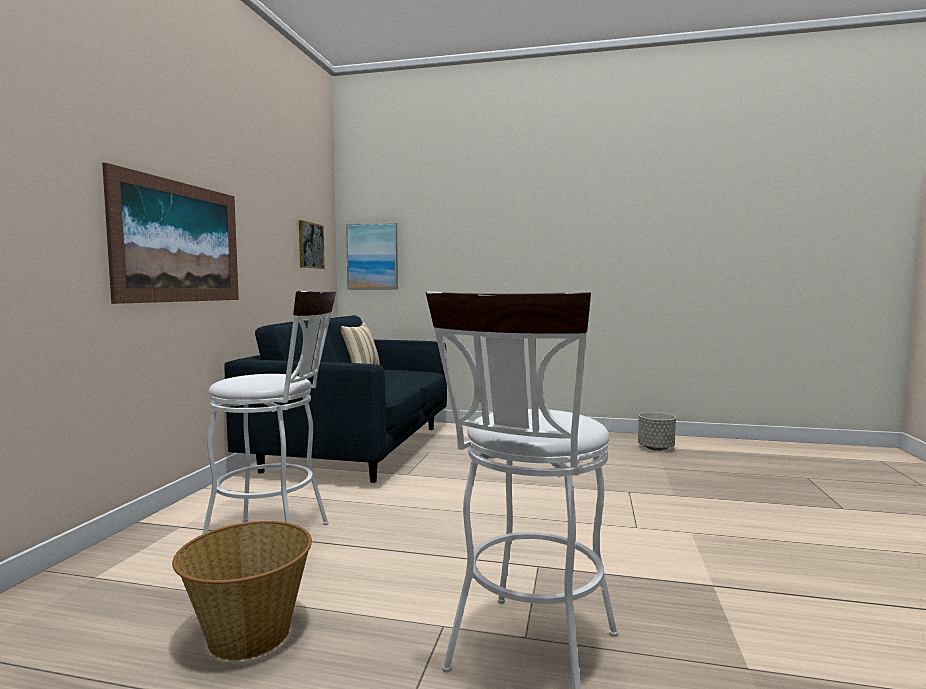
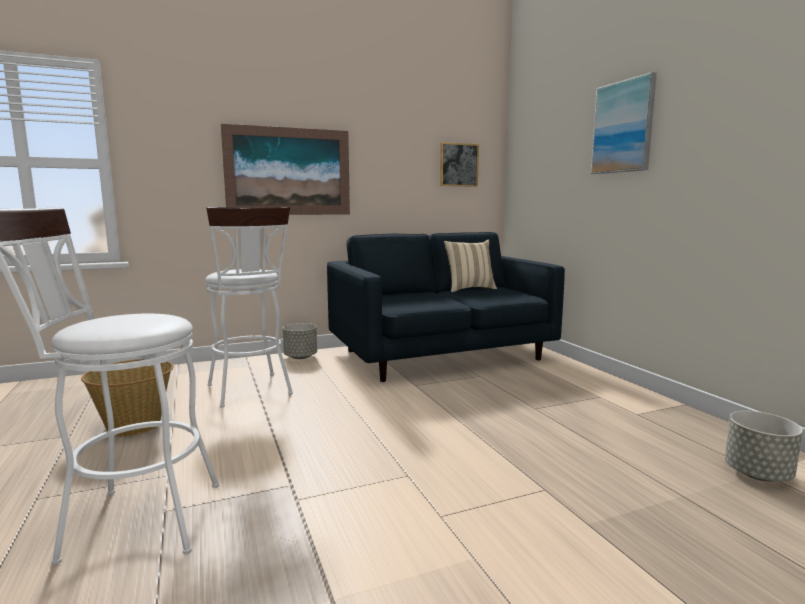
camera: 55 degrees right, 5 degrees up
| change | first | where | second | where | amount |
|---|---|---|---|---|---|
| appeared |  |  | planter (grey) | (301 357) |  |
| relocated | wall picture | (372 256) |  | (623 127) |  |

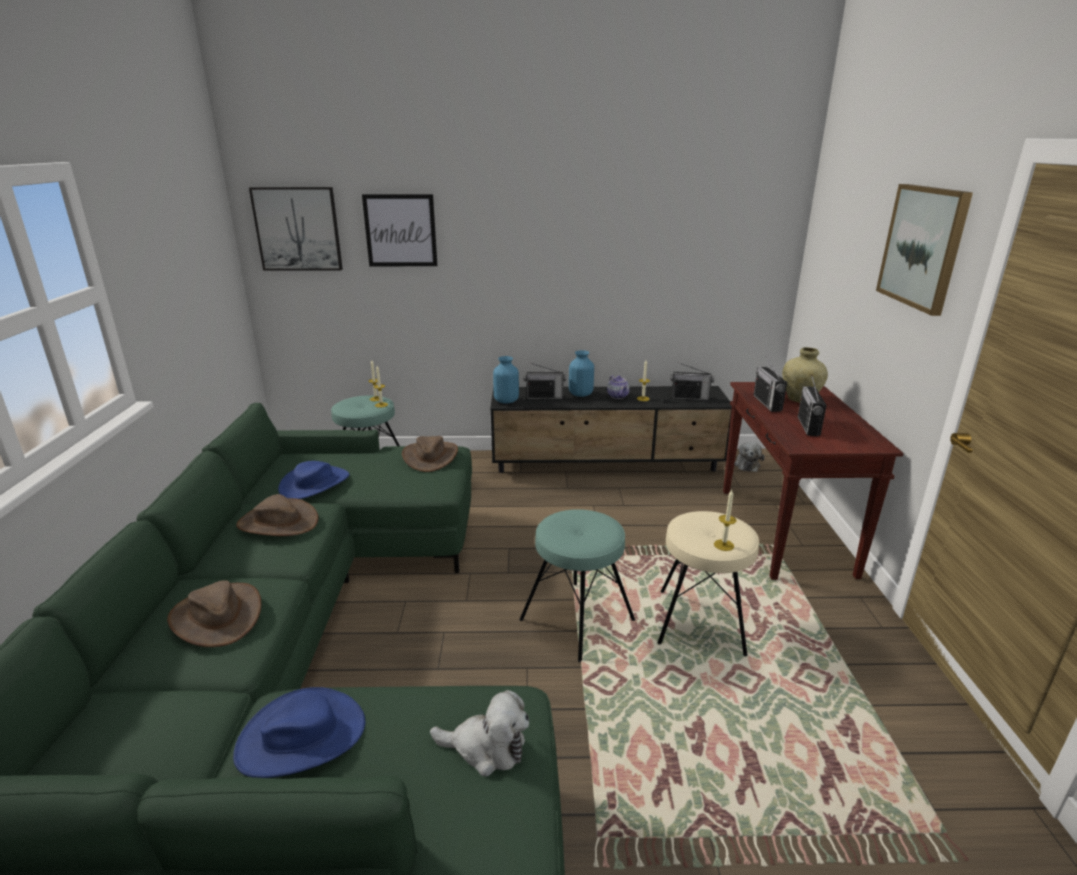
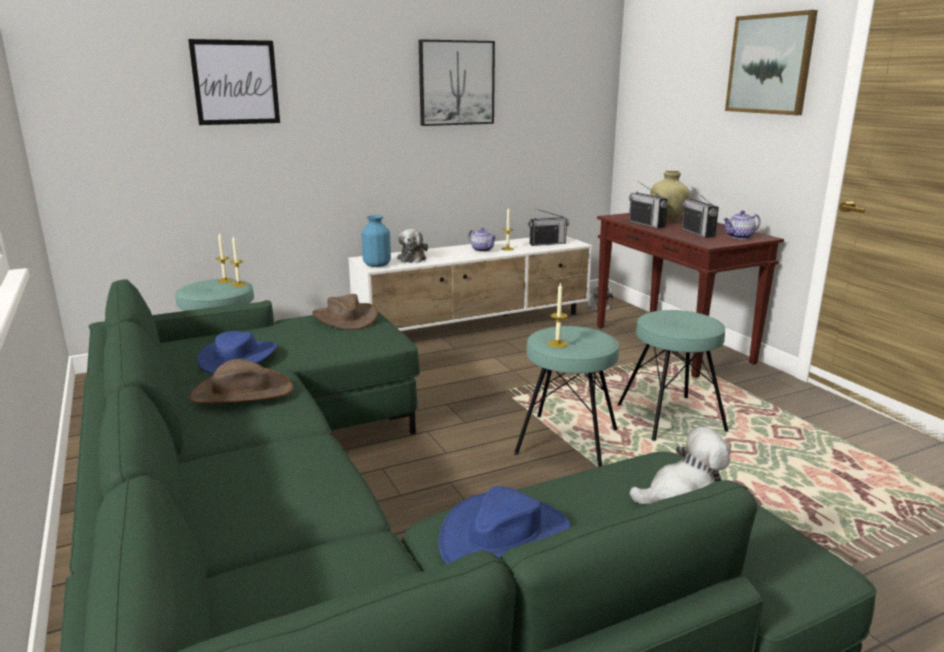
camera: 25 degrees left, 5 degrees down
| change | first | where | second | where | amount |
|---|---|---|---|---|---|
| colour | tv stand (blackish) | (607 465) | tv stand (white-coloured) | (476 325) |  |
| exchanged | radio receiver | (544 397) | cuddly toy | (412 258) |  |
| relocated | wall picture | (298 229) |  | (456 83) |  |
| relocated | wax candle | (723 545) |  | (557 344) |  |
| colour | stool (sand-coloured) | (701 622) | stool (turquoise) | (670 418) |  |
| appeared |  |  | pot for tea | (740 237) |  |
| missing | hat (brown-coloured) | (217 616) |  |  |  |
| missing | decorative vase (blue) | (580 394) |  |  |  |

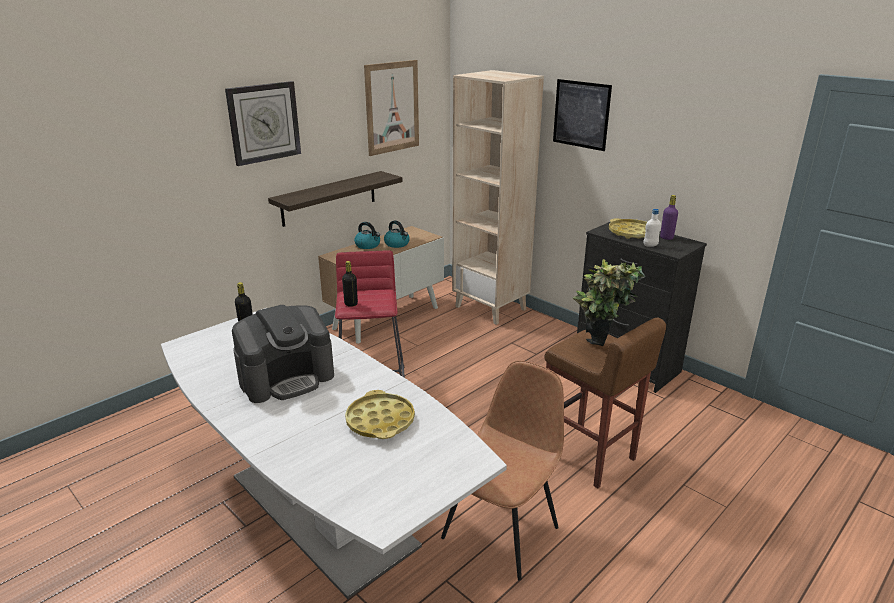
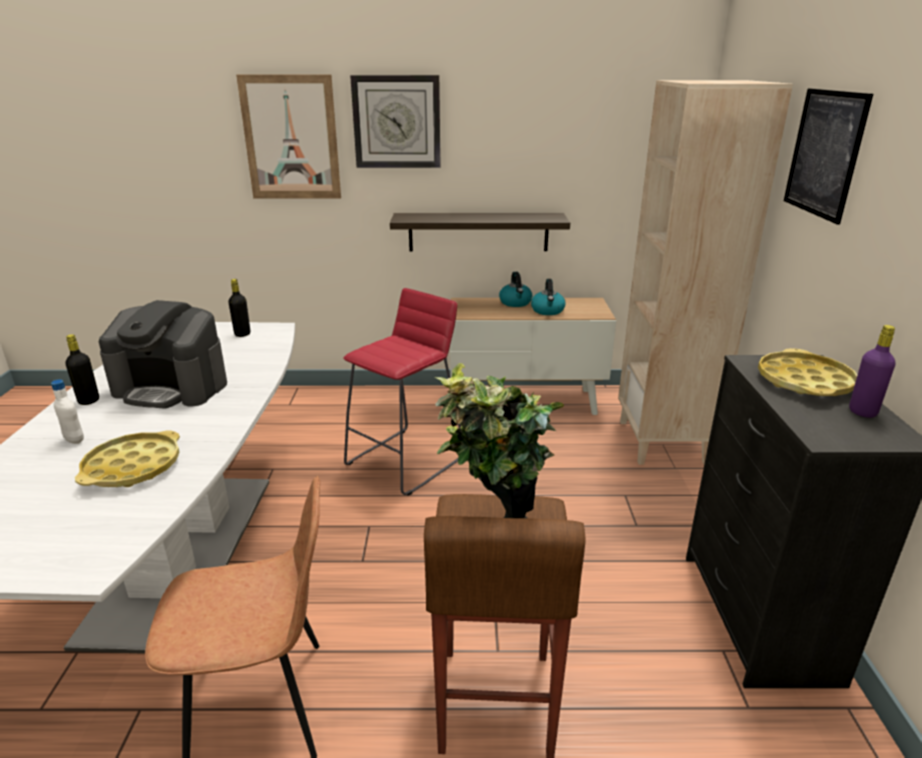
camera: 45 degrees right, 0 degrees up
| change | first | where | second | where | amount |
|---|---|---|---|---|---|
| relocated | beverage bottle (white-coloured) | (650 245) |  | (74 440) |  |
| relocated | beverage bottle (blackish) | (351 304) |  | (89 400) |  |
| relocated | wall picture | (392 107) |  | (291 138) |  |

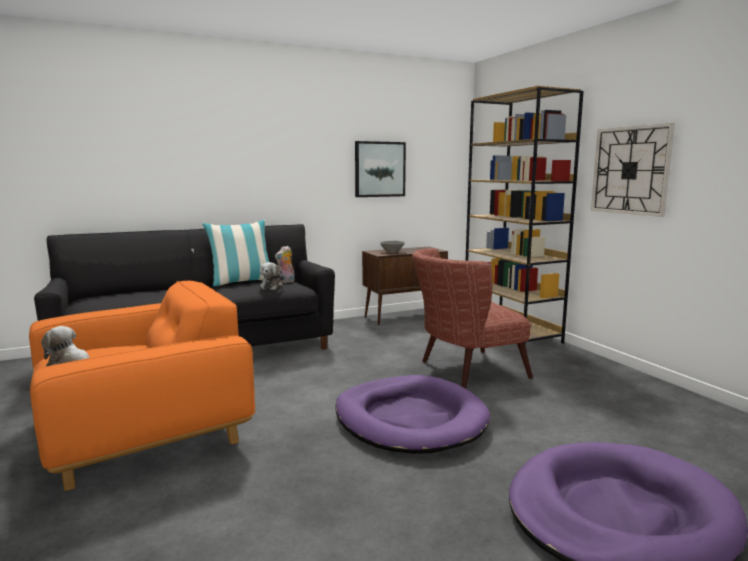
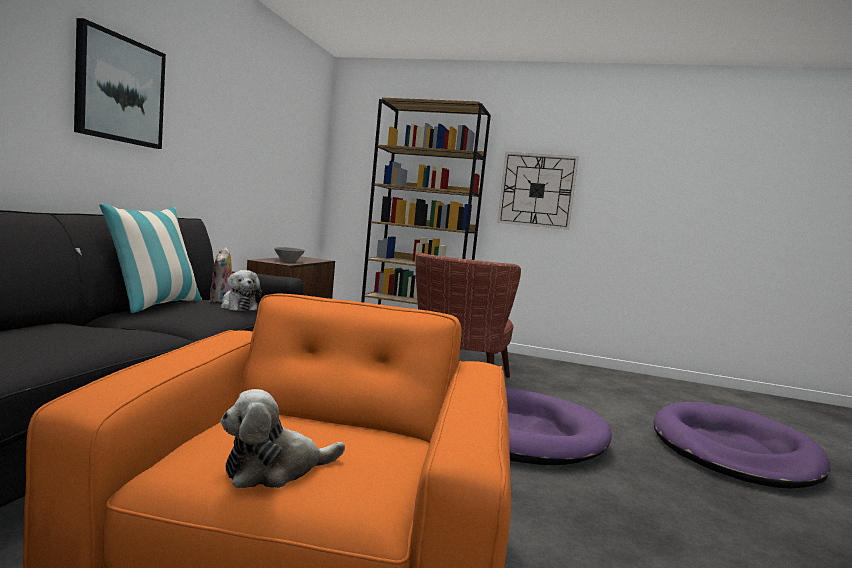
camera: 50 degrees left, 5 degrees down
| change | first | where | second | where | amount |
|---|---|---|---|---|---|
| relocated | wall picture | (379 169) |  | (120 89) |  |

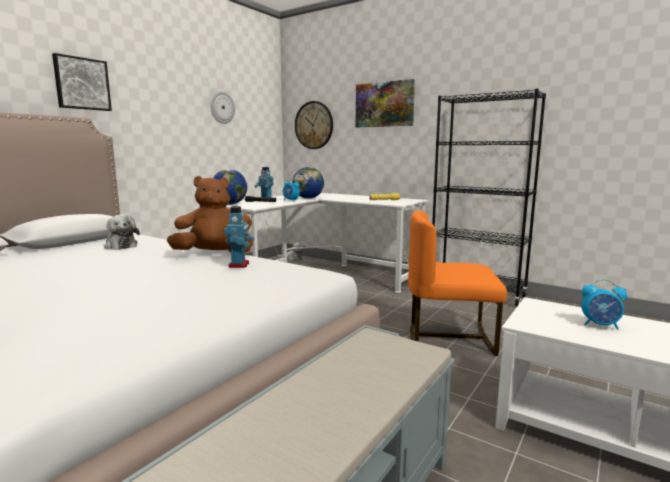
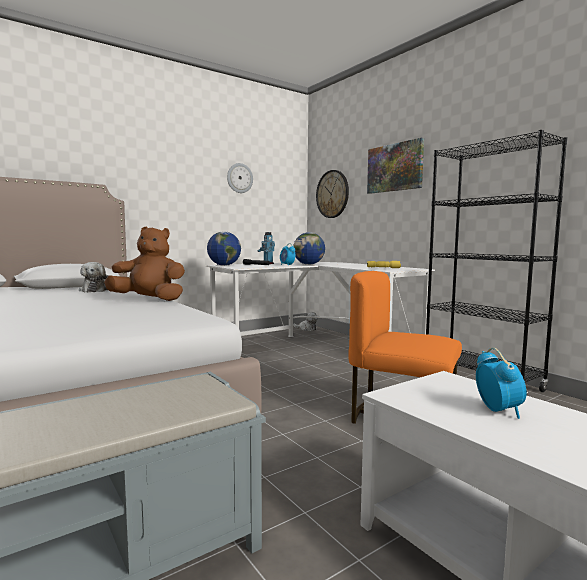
camera: 20 degrees right, 5 degrees down
| change | first | where | second | where | amount |
|---|---|---|---|---|---|
| spun | table clock | (600 325) |  | (498 410) | 135 degrees counterclockwise |
| missing | wall picture | (82 84) |  |  |  |
| missing | toy robot | (239 265) |  |  |  |

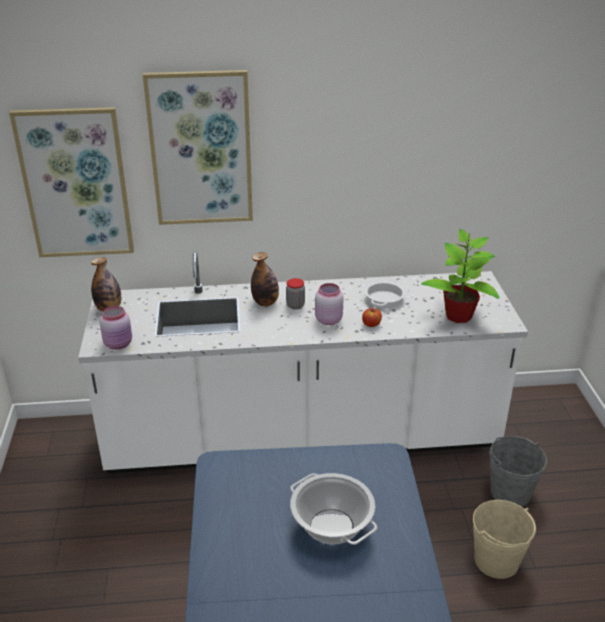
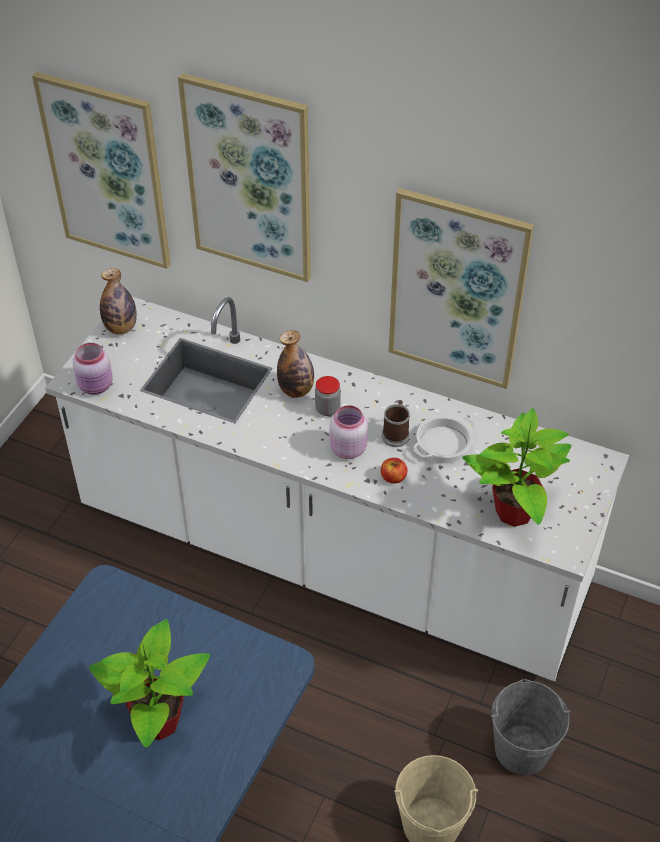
camera: 30 degrees right, 15 degrees up
| change | first | where | second | where | amount |
|---|---|---|---|---|---|
| exchanged | saucepot | (332 527) | plant in a pot | (159 720) |  |
| appeared |  |  | mug | (396 434) |  |
| appeared |  |  | wall picture | (457 290) |  |

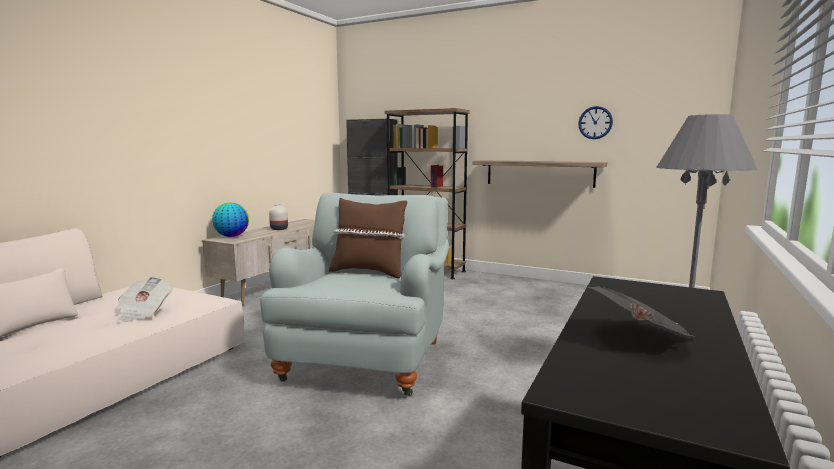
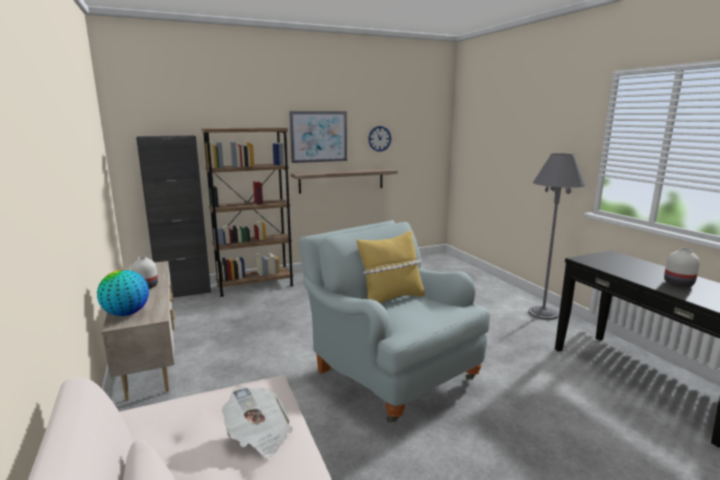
camera: 50 degrees left, 5 degrees up
| change | first | where | second | where | amount |
|---|---|---|---|---|---|
| appeared |  |  | wall picture | (319 136) |  |
| colour | cushion (brown-coloured) | (368 272) | cushion (yellowish) | (391 299) |  |
| exchanged | newspaper | (641 338) | decorative vase (white-coloured) | (677 283) |  |

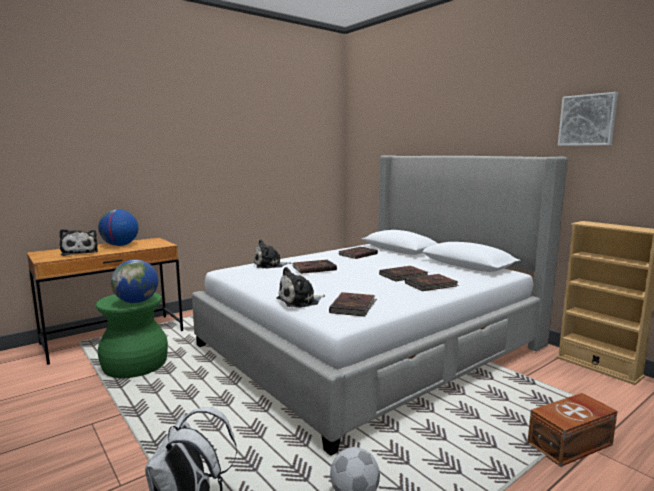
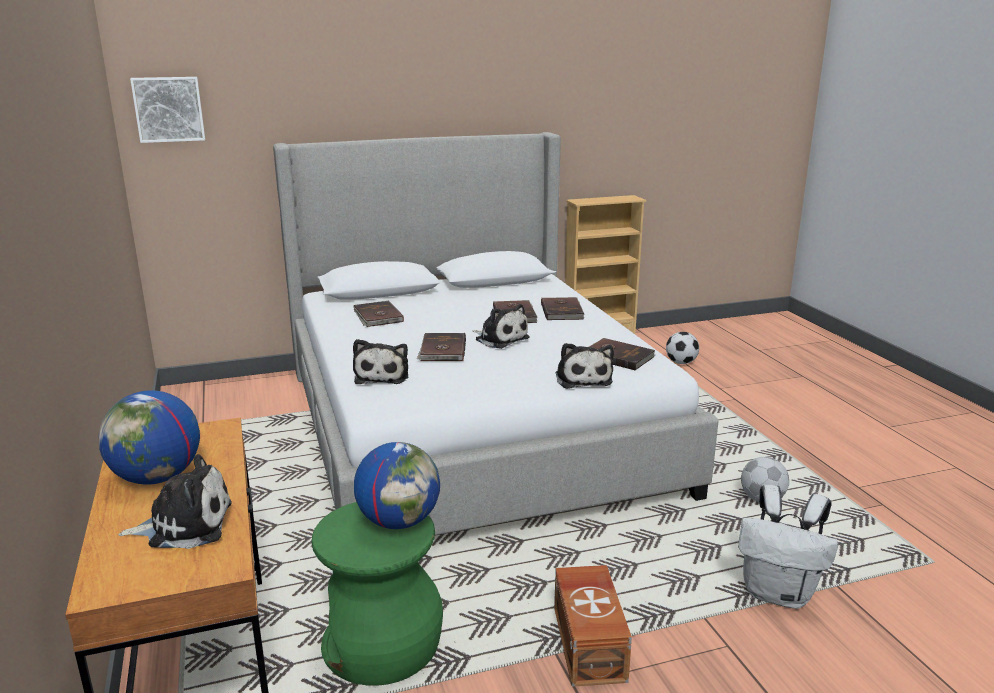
camera: 70 degrees left, 10 degrees up
| change | first | where | second | where | amount |
|---|---|---|---|---|---|
| relocated | wall picture | (587 120) |  | (169 109) |  |
| appeared |  |  | cuddly toy | (500 339) |  |
| relocated | storage container (brown-coloured) | (571 444) |  | (590 643) |  |
| appeared |  |  | football ball | (681 362) |  |

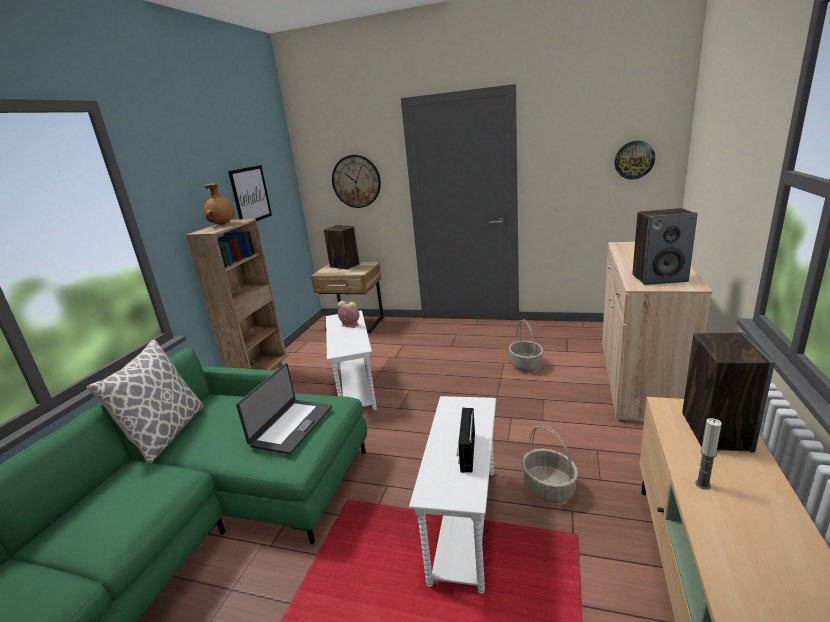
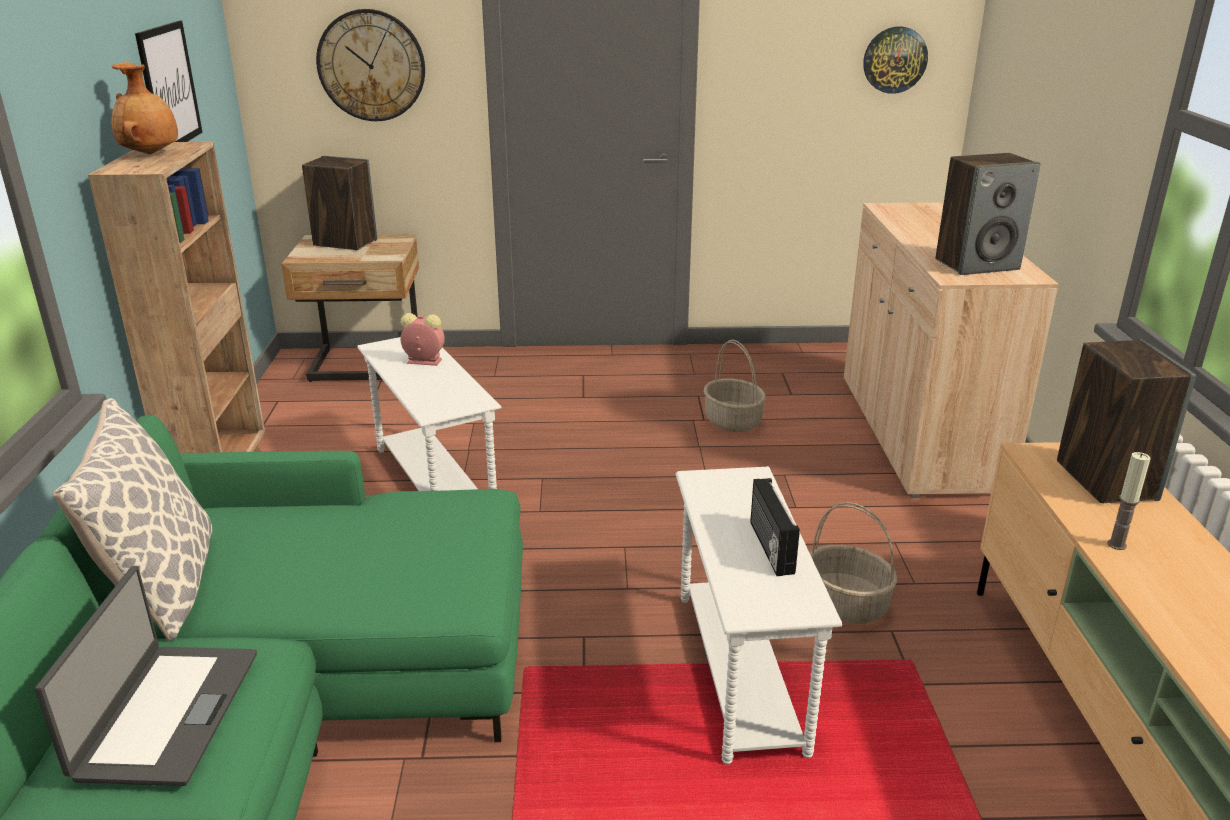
camera: 20 degrees left, 5 degrees up
| change | first | where | second | where | amount |
|---|---|---|---|---|---|
| relocated | laptop | (291 426) |  | (166 714) |  |

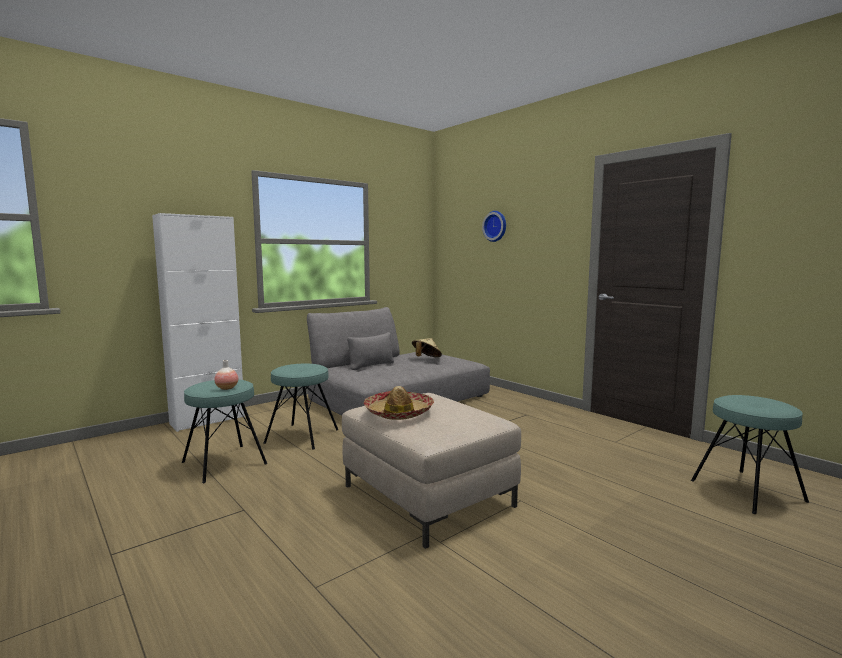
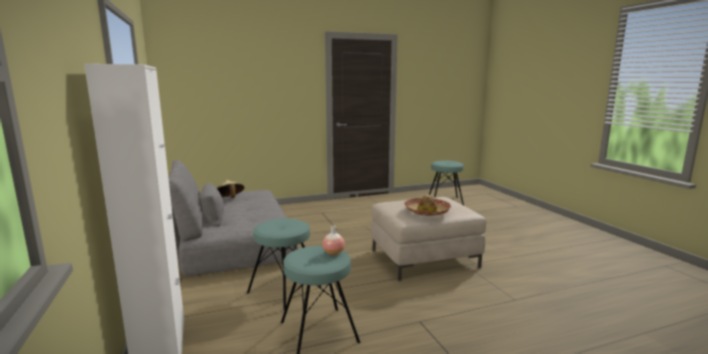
camera: 70 degrees left, 5 degrees up
| change | first | where | second | where | amount |
|---|---|---|---|---|---|
| missing | clock on the wall | (496 226) |  |  |  |

